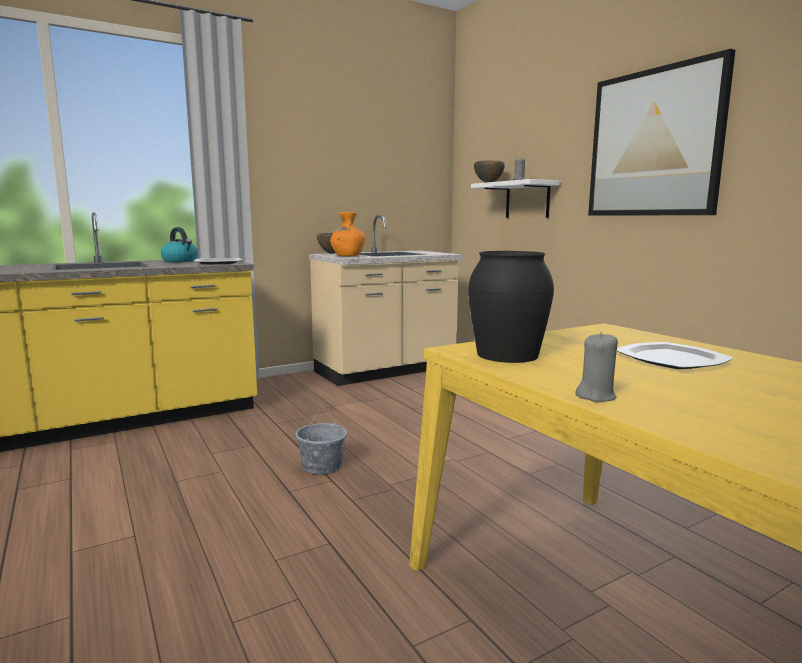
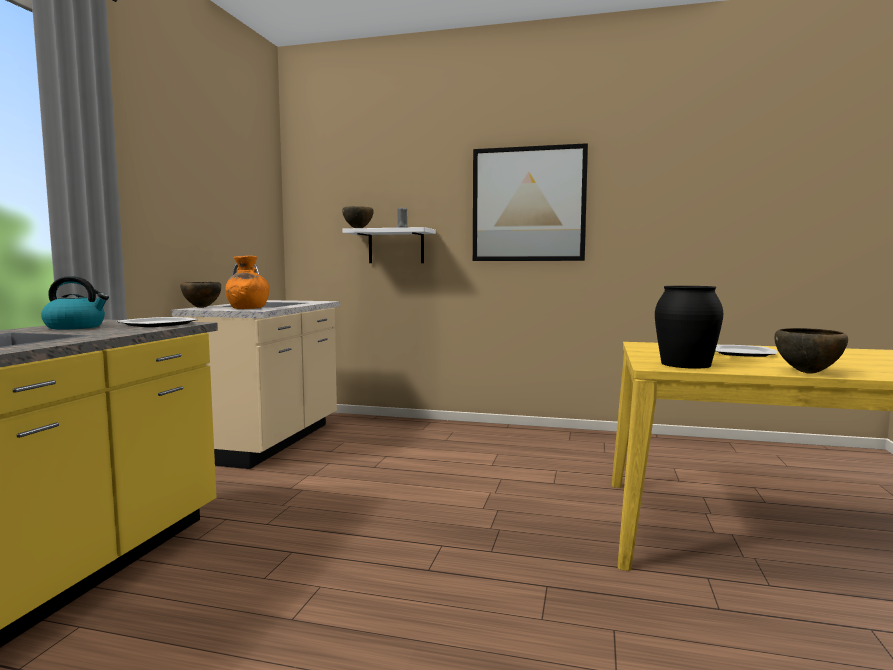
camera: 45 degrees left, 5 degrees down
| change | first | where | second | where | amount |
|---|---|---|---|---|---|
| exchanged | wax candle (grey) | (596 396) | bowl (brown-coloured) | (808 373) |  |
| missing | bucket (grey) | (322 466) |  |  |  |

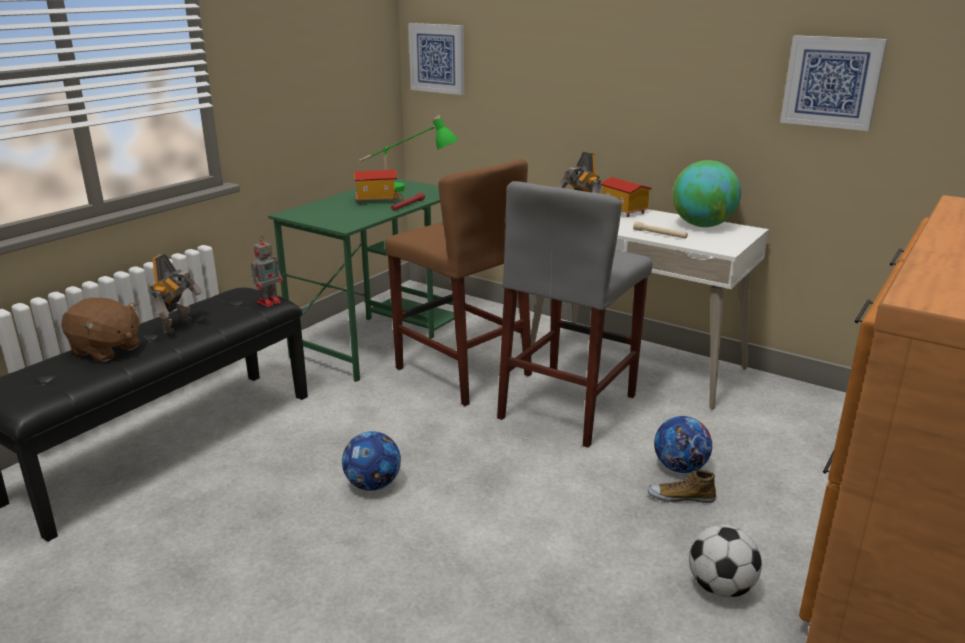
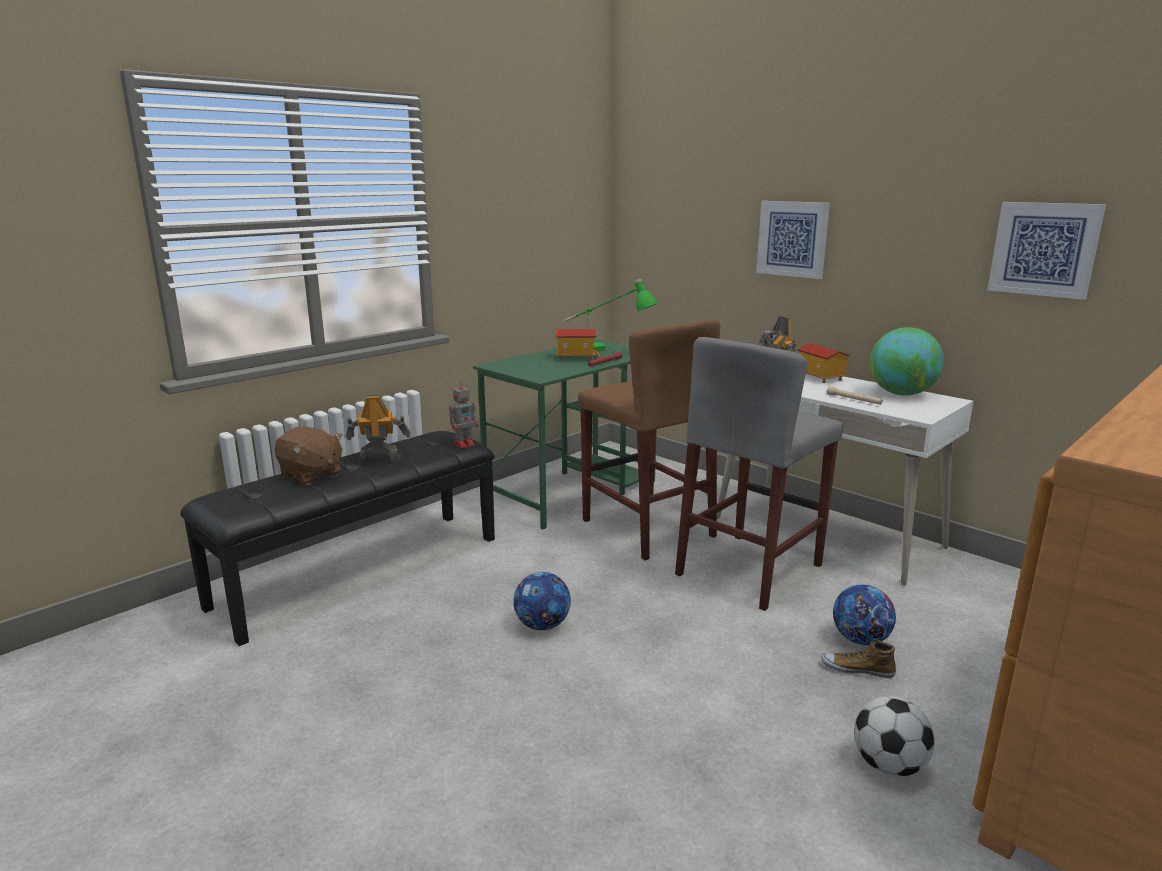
camera: 10 degrees right, 5 degrees down
| change | first | where | second | where | amount |
|---|---|---|---|---|---|
| spun | toy robot | (179 327) |  | (379 460) | 120 degrees counterclockwise |
| relocated | wall picture | (437 58) |  | (792 239) |  |

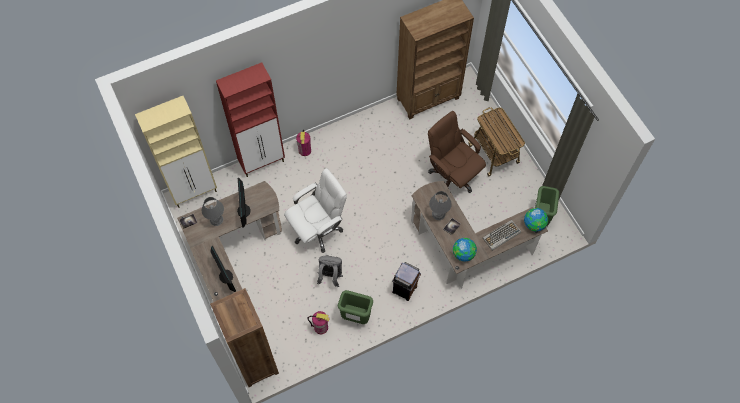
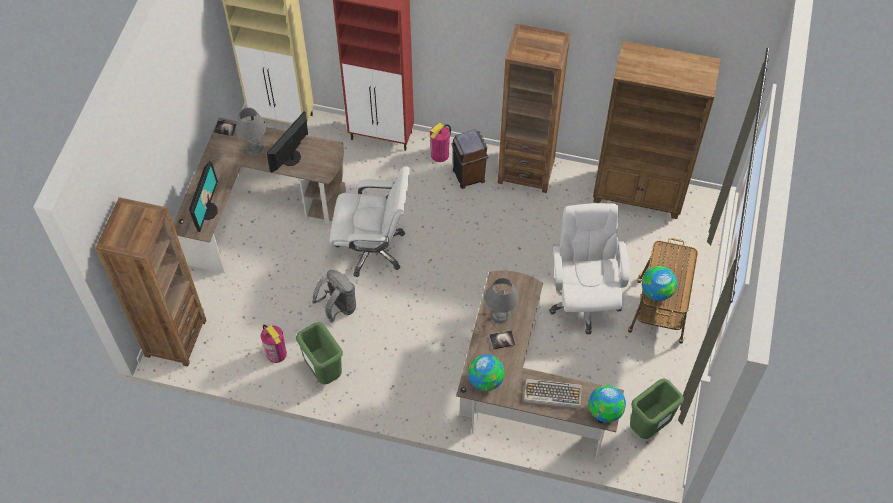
camera: 40 degrees right, 5 degrees down
| change | first | where | second | where | amount |
|---|---|---|---|---|---|
| relocated | trash can (brown-coloured) | (405 289) |  | (469 176) |  |
| appeared |  |  | bookshelf (brown-coloured) | (526 171) |  |
| colour | computer chair (brown-coloured) | (452 176) | computer chair (white-coloured) | (583 300) |  |
| appeared |  |  | desk globe | (656 291) |  |

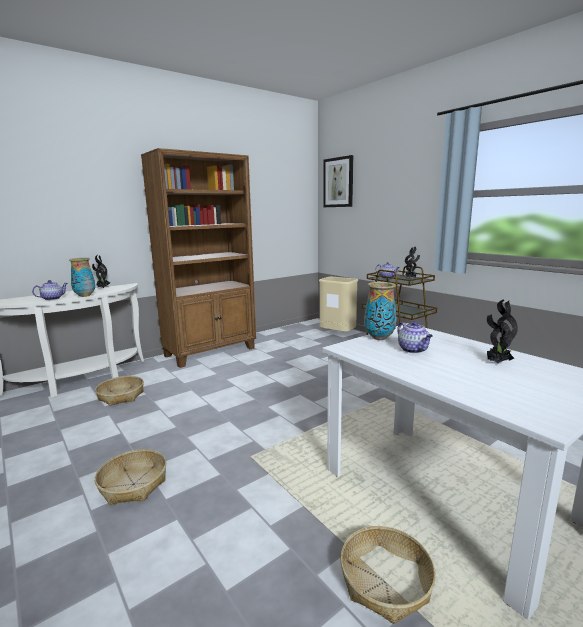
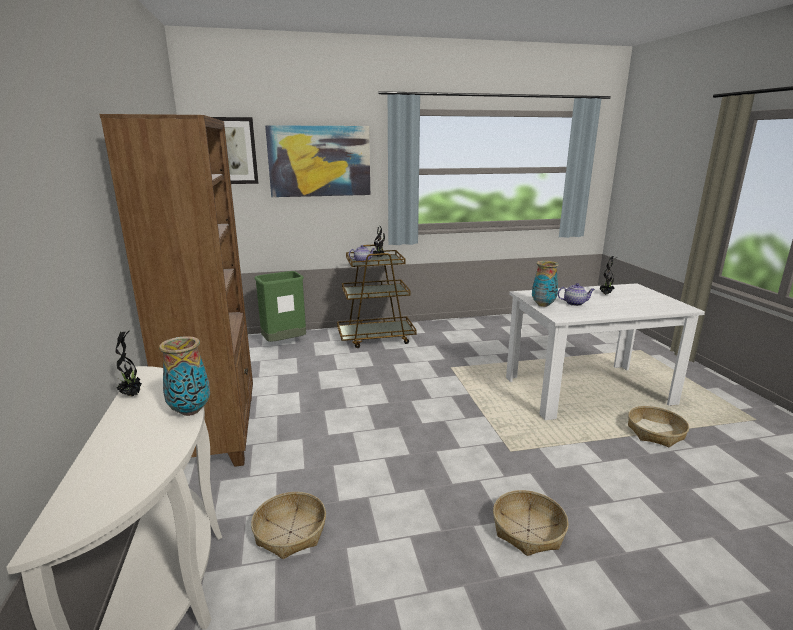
camera: 65 degrees left, 5 degrees up
| change | first | where | second | where | amount |
|---|---|---|---|---|---|
| colour | trash can (sand-coloured) | (337 335) | trash can (green) | (284 343) |  |
| appeared |  |  | wall picture | (319 161) |  |
| missing | pot for tea | (53 298) |  |  |  |

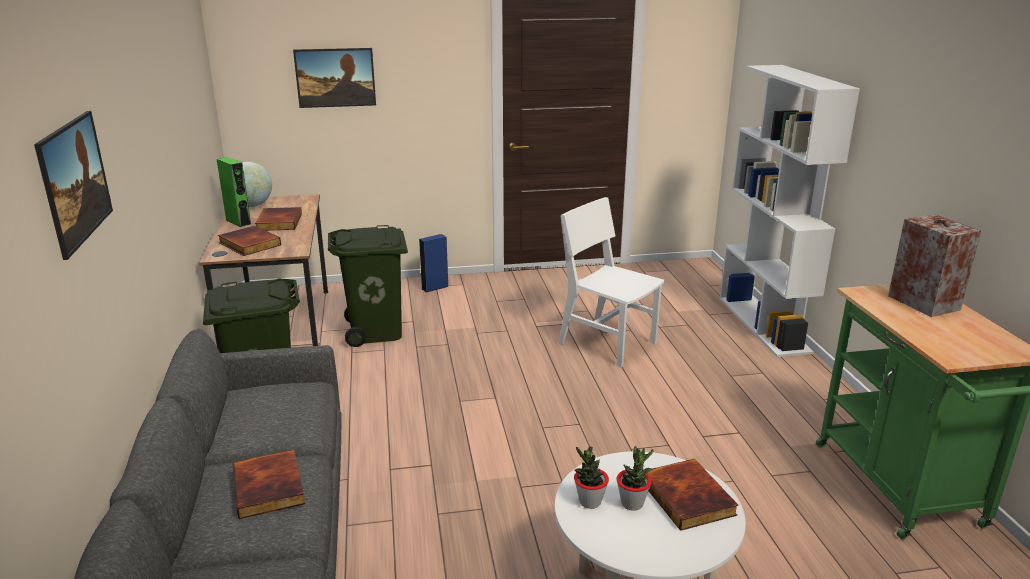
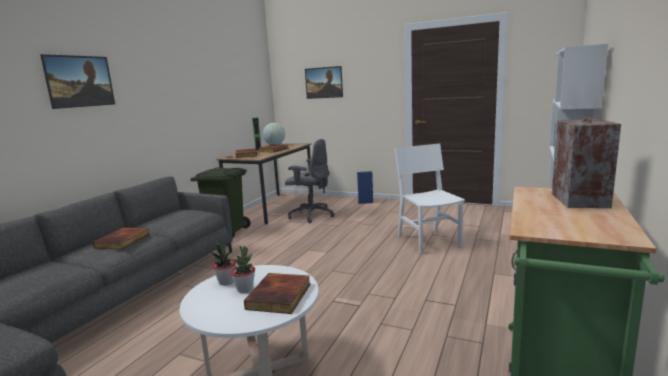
camera: 35 degrees right, 10 degrees down
| change | first | where | second | where | amount |
|---|---|---|---|---|---|
| exchanged | trash can (green) | (376 332) | computer chair (grey) | (311 215) |  |

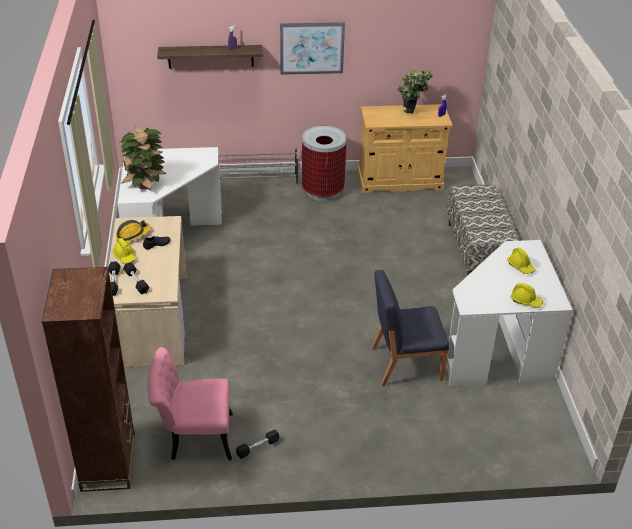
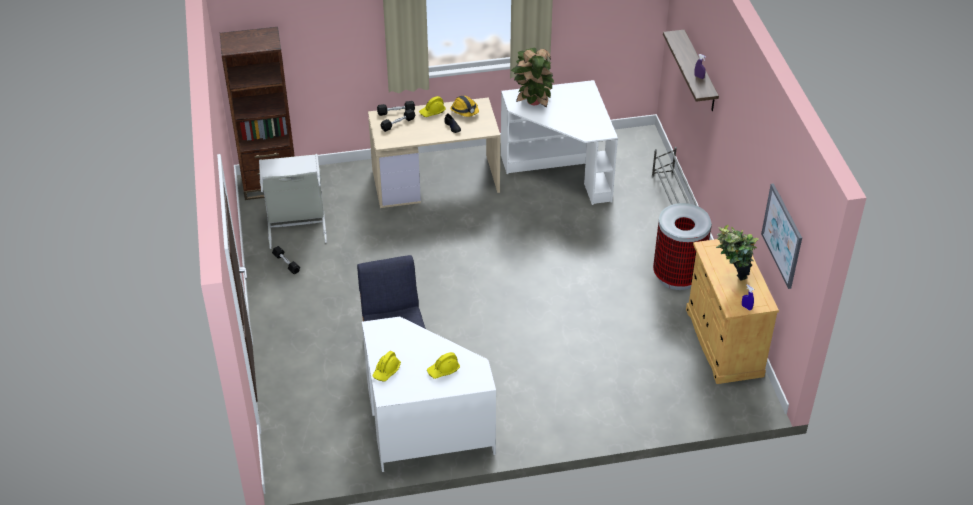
camera: 85 degrees right, 5 degrees up
| change | first | where | second | where | amount |
|---|---|---|---|---|---|
| exchanged | plain chair (pink) | (193 437) | laundry basket (grey) | (296 225) |  |
| relocated | wall picture | (312 48) |  | (782 235) |  |
| missing | indoor bench | (478 251) |  |  |  |

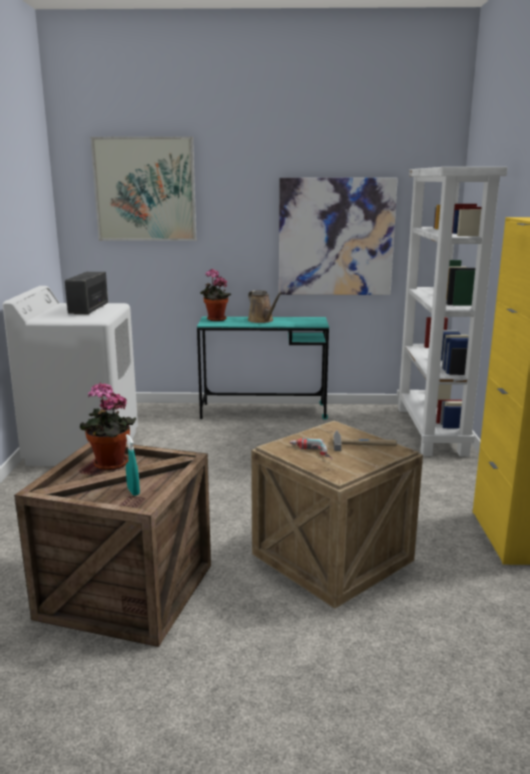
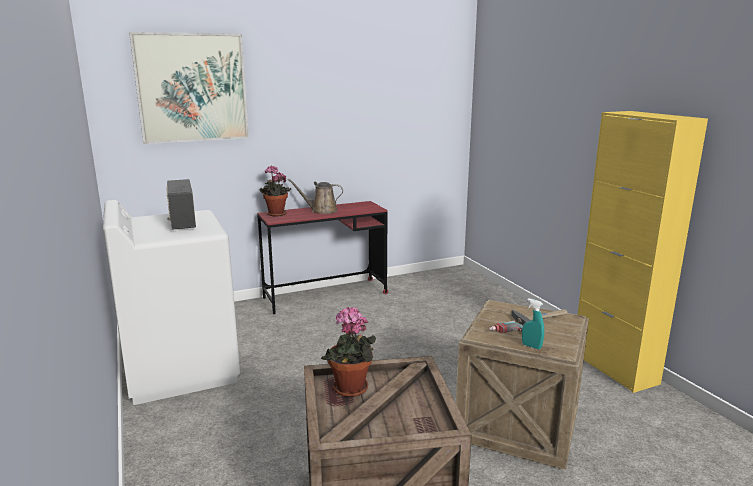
camera: 25 degrees left, 0 degrees up
| change | first | where | second | where | amount |
|---|---|---|---|---|---|
| colour | desk unit (turquoise) | (263 411) | desk unit (red-coloured) | (325 296) |  |
| spun | sprinkling can (brown-coloured) | (262 320) |  | (321 211) | 150 degrees clockwise |
| relocated | hand sprayer (turquoise) | (133 491) |  | (531 346) |  |
| missing | wall picture | (336 237) |  |  |  |
| missing | bookshelf (white-coloured) | (431 430) |  |  |  |

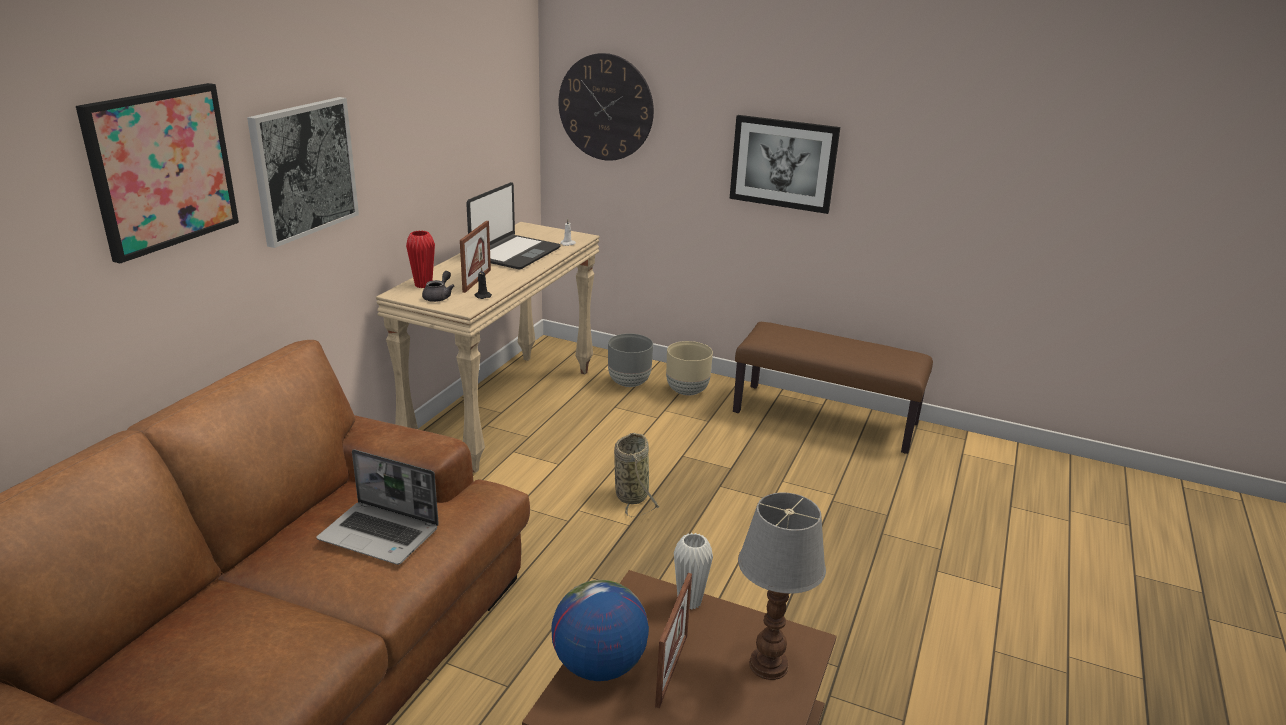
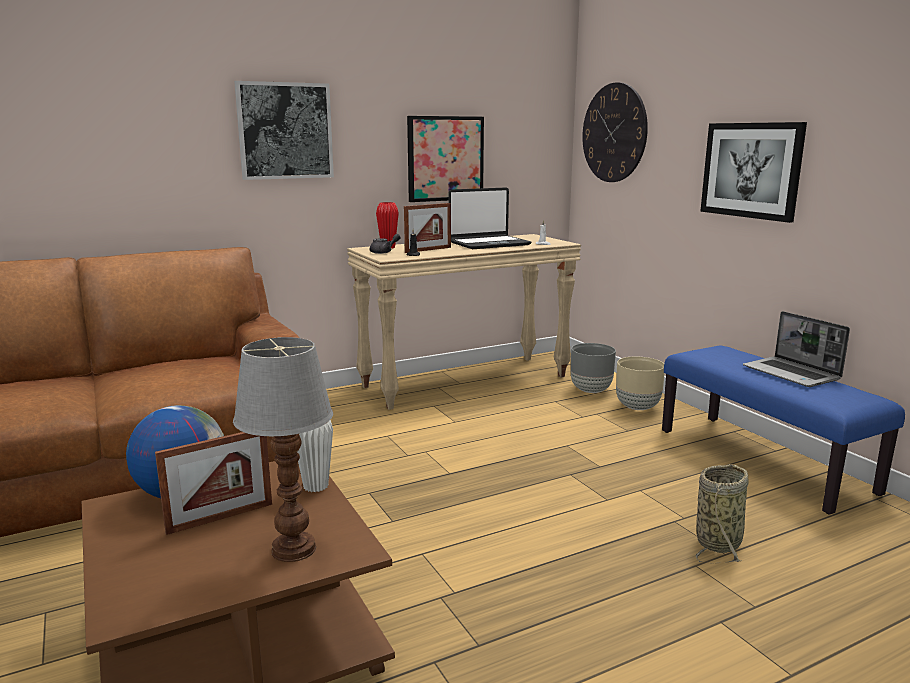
camera: 40 degrees right, 10 degrees down
| change | first | where | second | where | amount |
|---|---|---|---|---|---|
| relocated | wall picture | (161 169) |  | (445 158) |  |
| colour | indoor bench (brown-coloured) | (825 417) | indoor bench (blue) | (764 460) |  |
| relocated | basket | (631 494) |  | (719 541) |  |
| relocated | laptop | (381 534) |  | (792 374) |  |

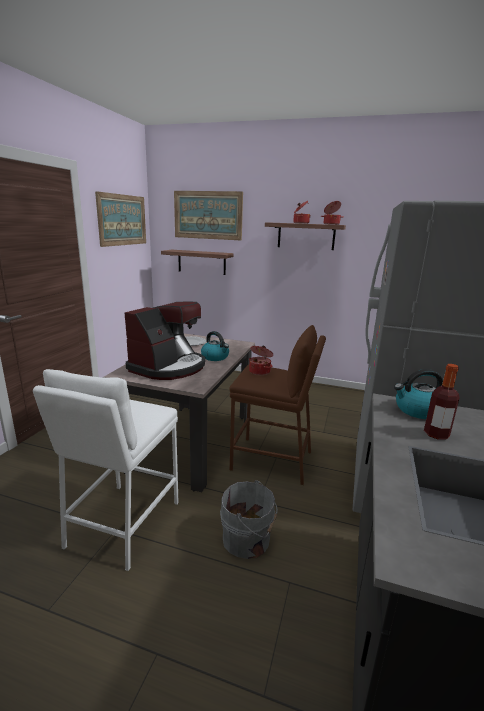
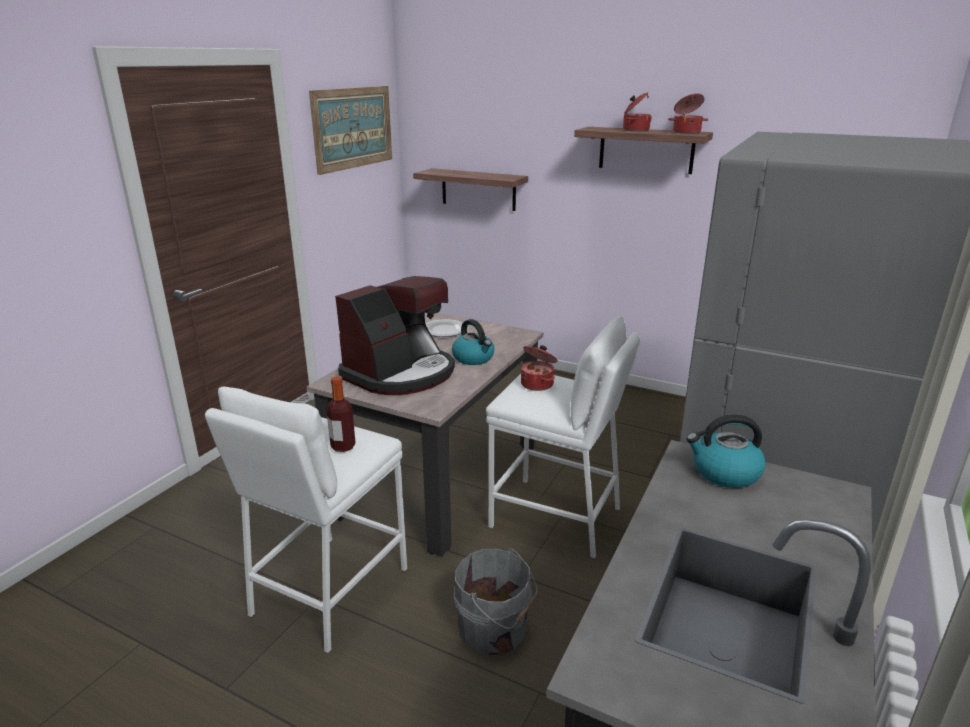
camera: 10 degrees right, 5 degrees up
| change | first | where | second | where | amount |
|---|---|---|---|---|---|
| relocated | beverage bottle | (436 434) |  | (343 446) |  |
| colour | stool (brown-coloured) | (272 460) | stool (white-coloured) | (556 517) |  |
| missing | wall picture | (208 215) |  |  |  |

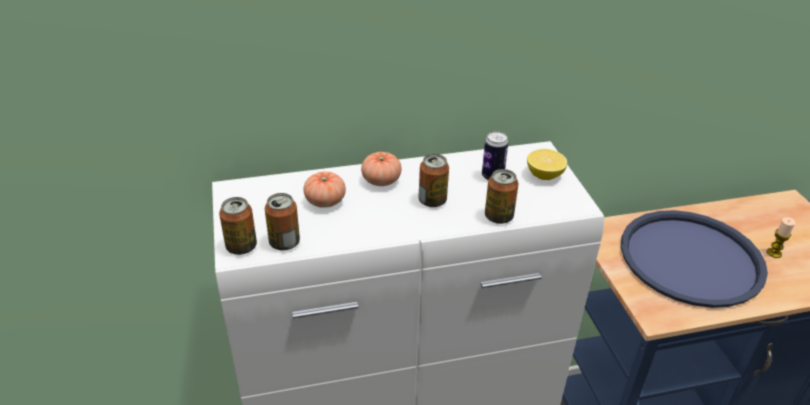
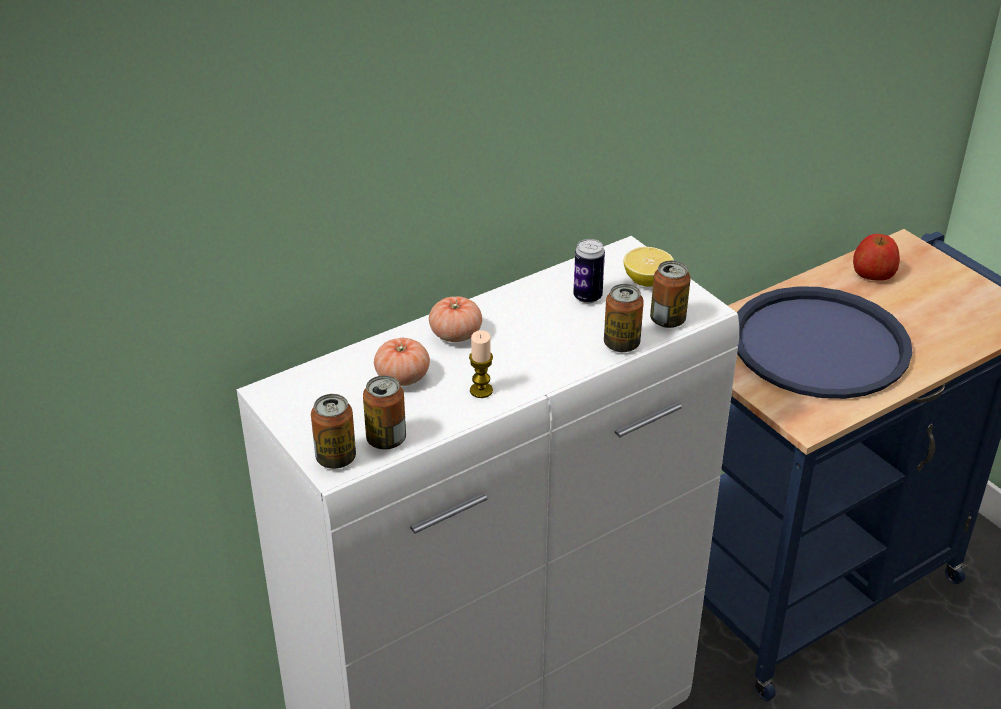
camera: 20 degrees left, 0 degrees up
| change | first | where | second | where | amount |
|---|---|---|---|---|---|
| relocated | wax candle | (774 253) |  | (481 390) |  |
| relocated | can | (432 201) |  | (667 320) |  |
| appeared |  |  | apple fruit | (873 274) |  |

